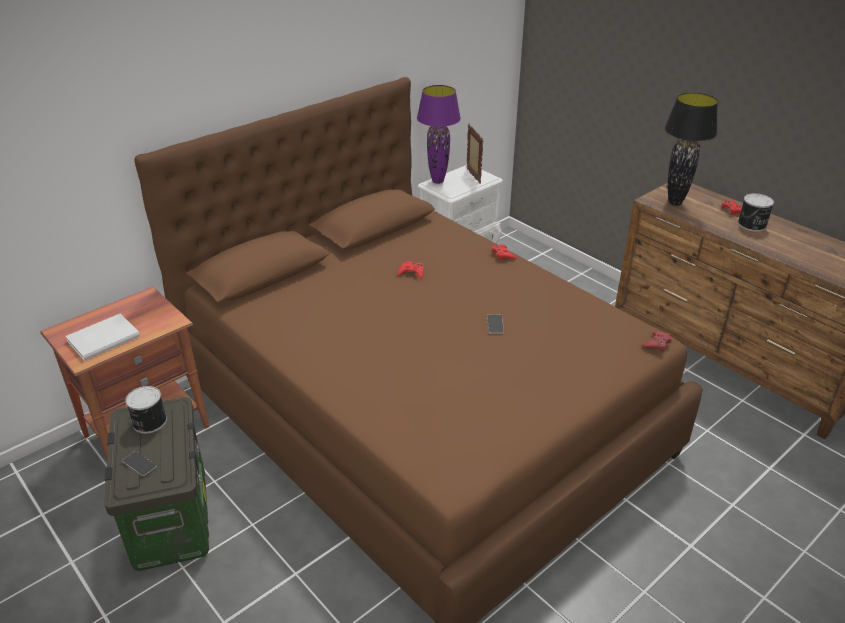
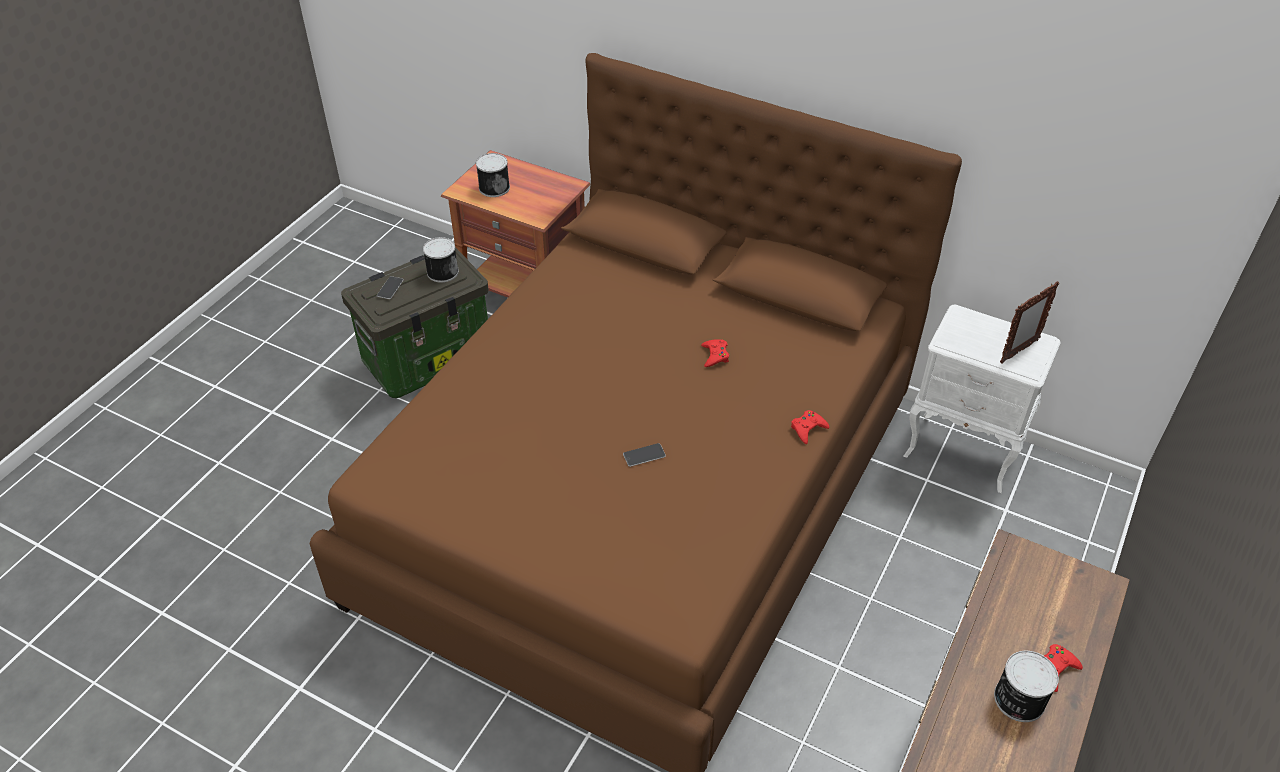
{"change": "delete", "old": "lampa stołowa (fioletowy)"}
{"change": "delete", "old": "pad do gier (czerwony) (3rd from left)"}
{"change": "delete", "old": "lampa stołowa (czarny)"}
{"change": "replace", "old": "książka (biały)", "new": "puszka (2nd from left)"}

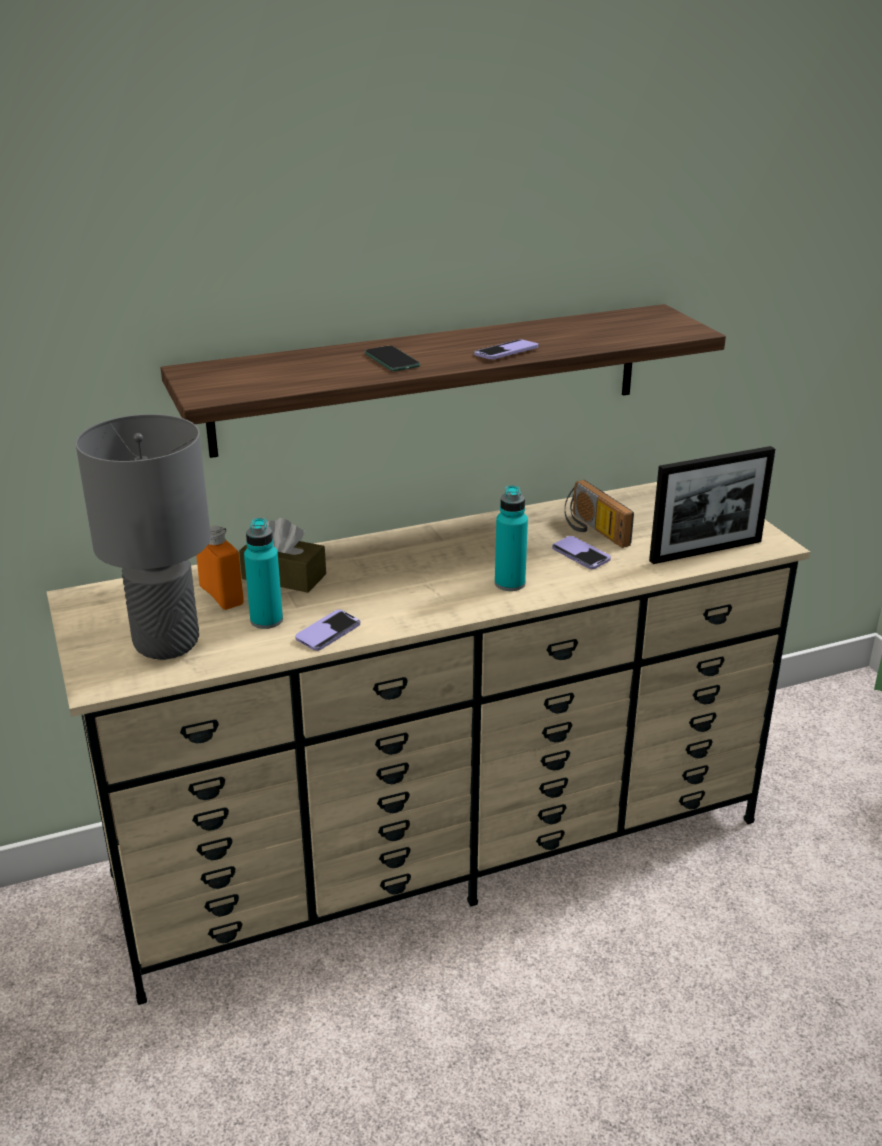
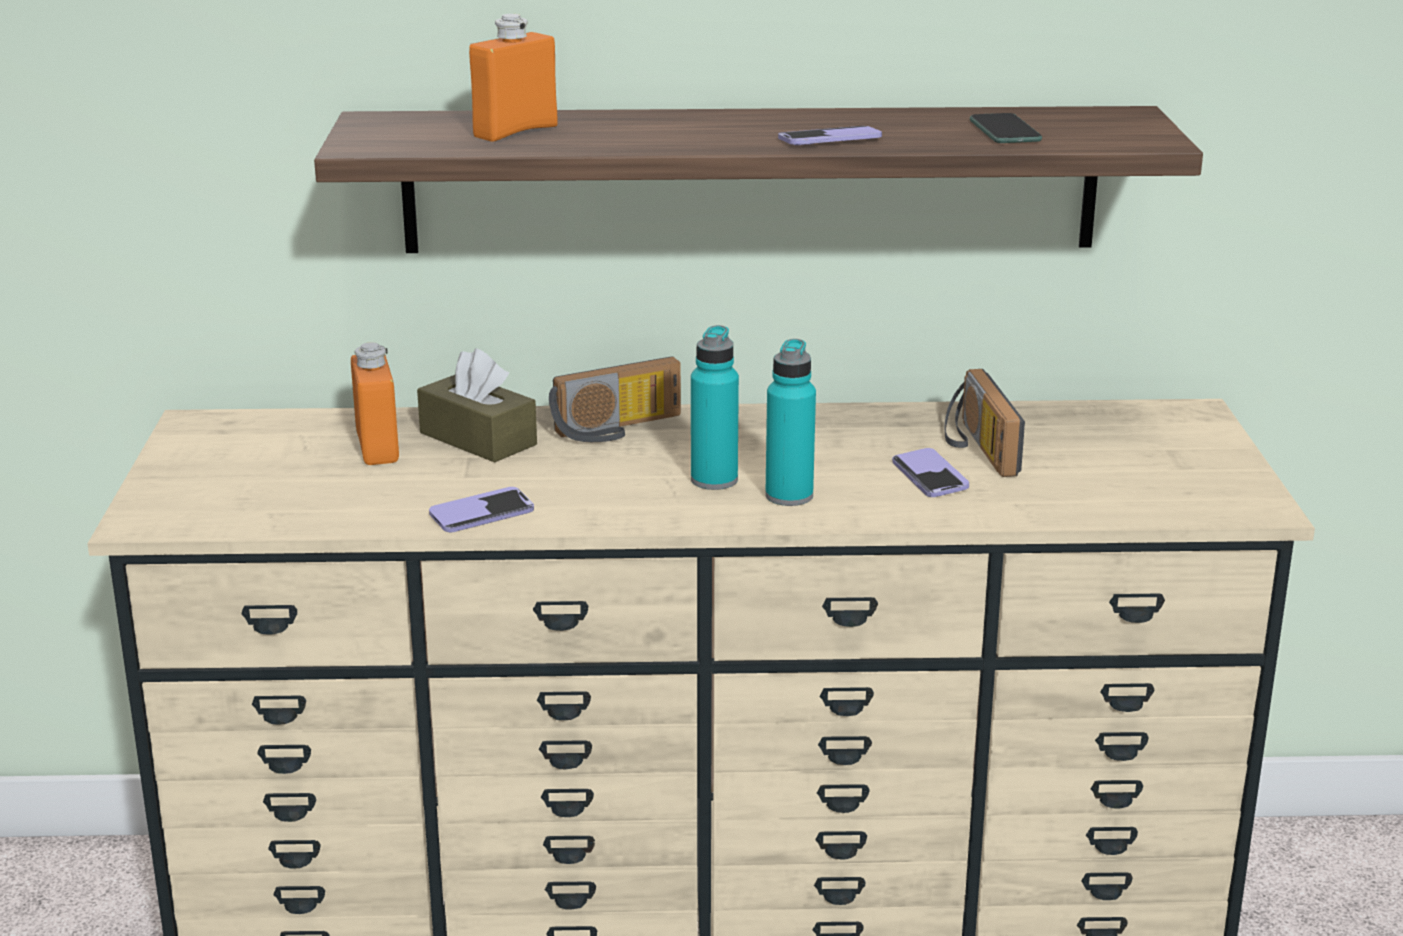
{"change": "delete", "old": "lampa stołowa (szary)"}
{"change": "delete", "old": "ramka na zdjęcie"}
{"change": "insert", "new": "butelka (pomarańczowy) (2nd from left)"}
{"change": "insert", "new": "radio (1st from left)"}
{"change": "move", "old": "butelka (turkusowy) (1st from left)"}
{"change": "move", "old": "telefon (2nd from left in the first image)", "new": "telefon (4th from left)"}

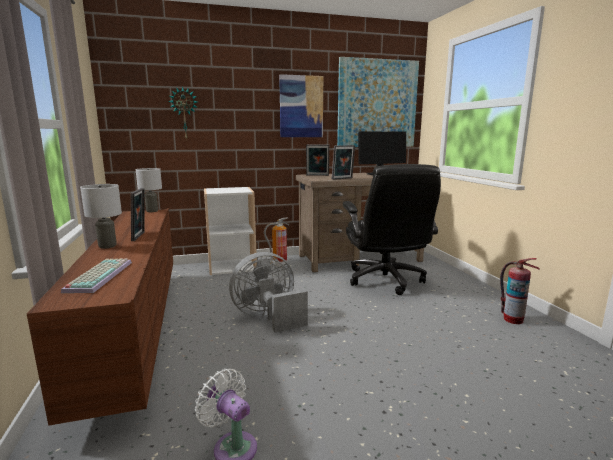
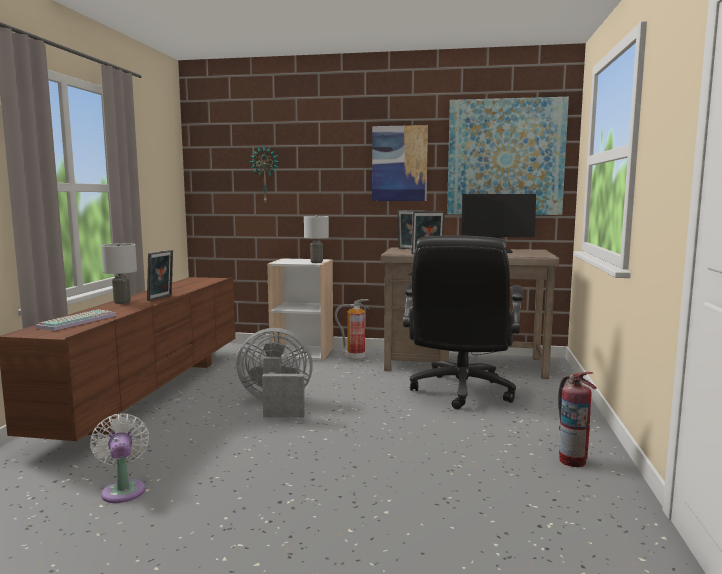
{"change": "move", "old": "lampa stołowa (biały) (2nd from left)"}

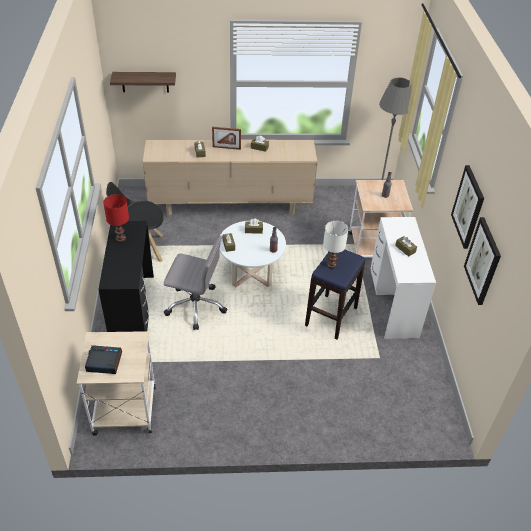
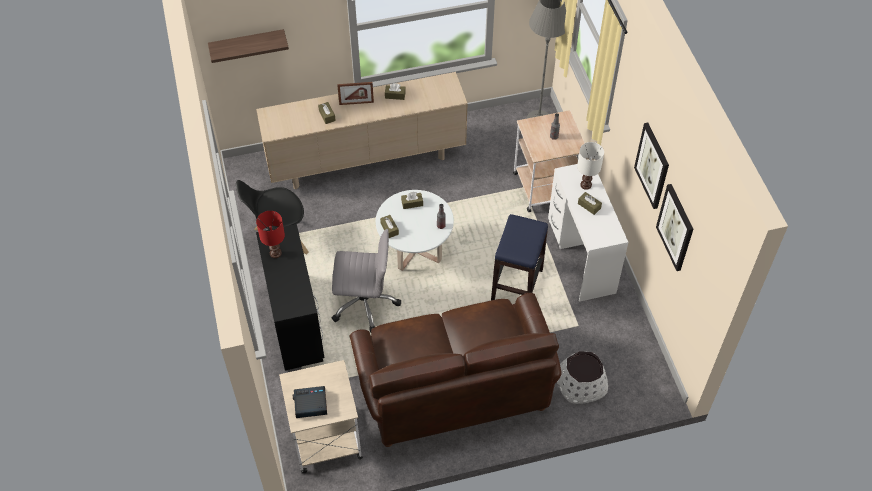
{"change": "insert", "new": "kanapa (brązowy)"}
{"change": "insert", "new": "donica (biały)"}
{"change": "move", "old": "lampa stołowa (biały)"}

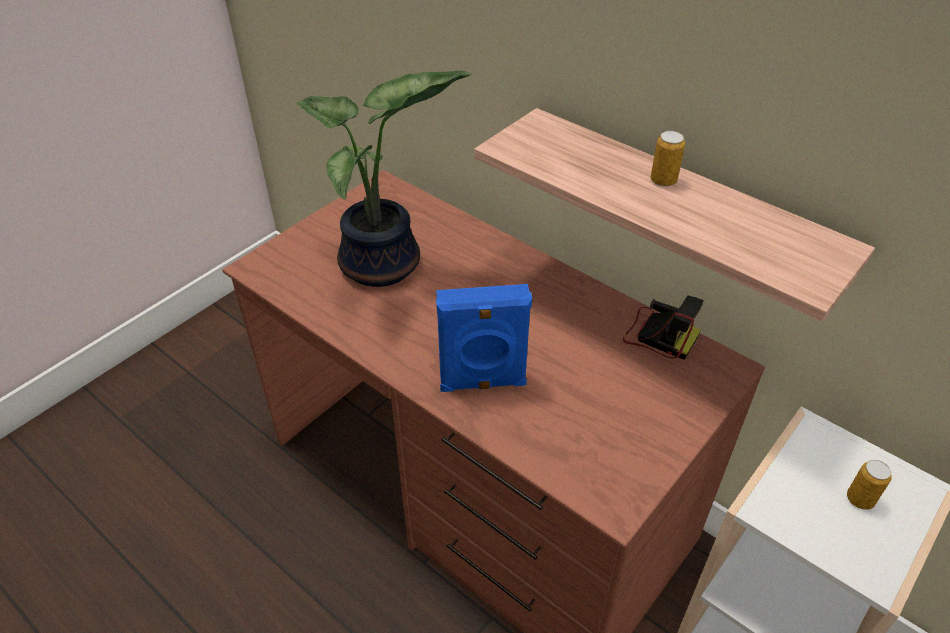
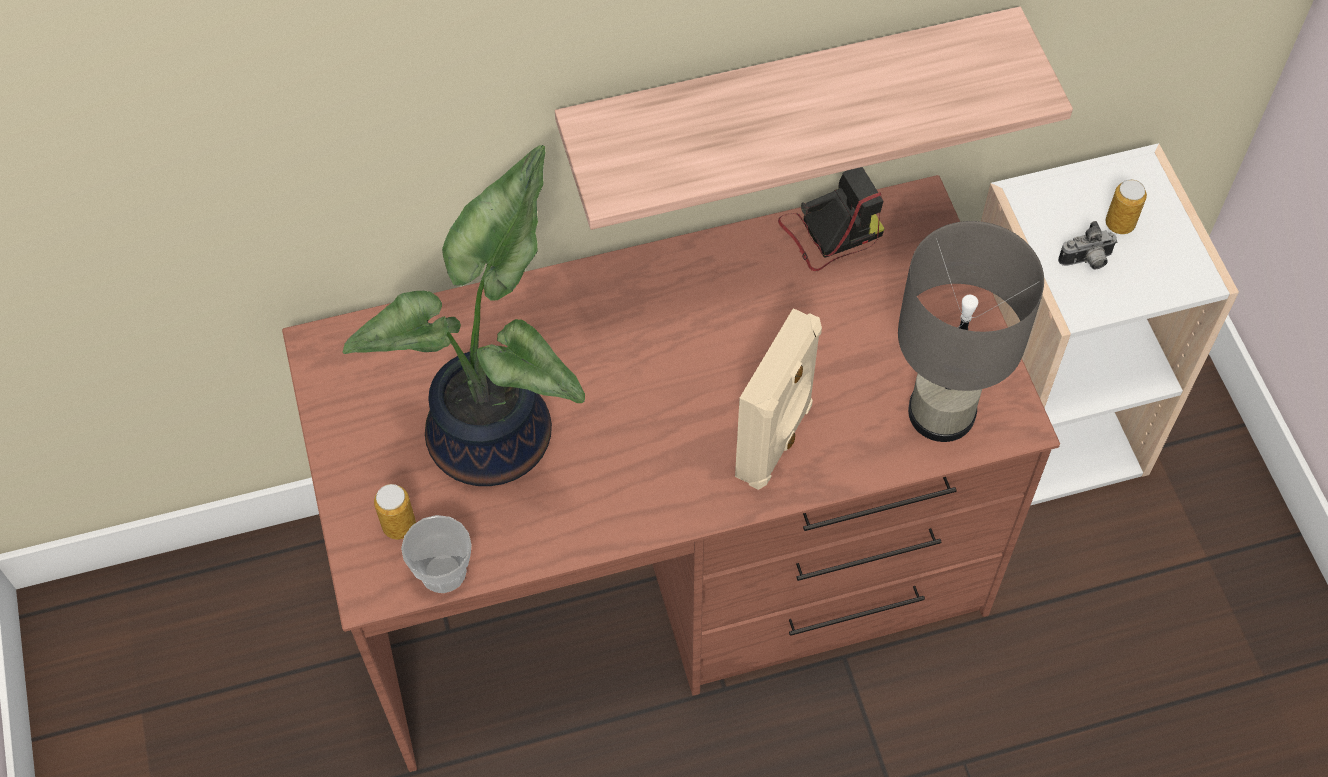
{"change": "insert", "new": "filiżanka"}
{"change": "insert", "new": "lampa stołowa (szary)"}
{"change": "insert", "new": "aparat fotograficzny (2nd from left)"}
{"change": "move", "old": "puszka (1st from left)"}
{"change": "recolor", "old": "głośnik (niebieski)", "new": "głośnik (beżowy)"}

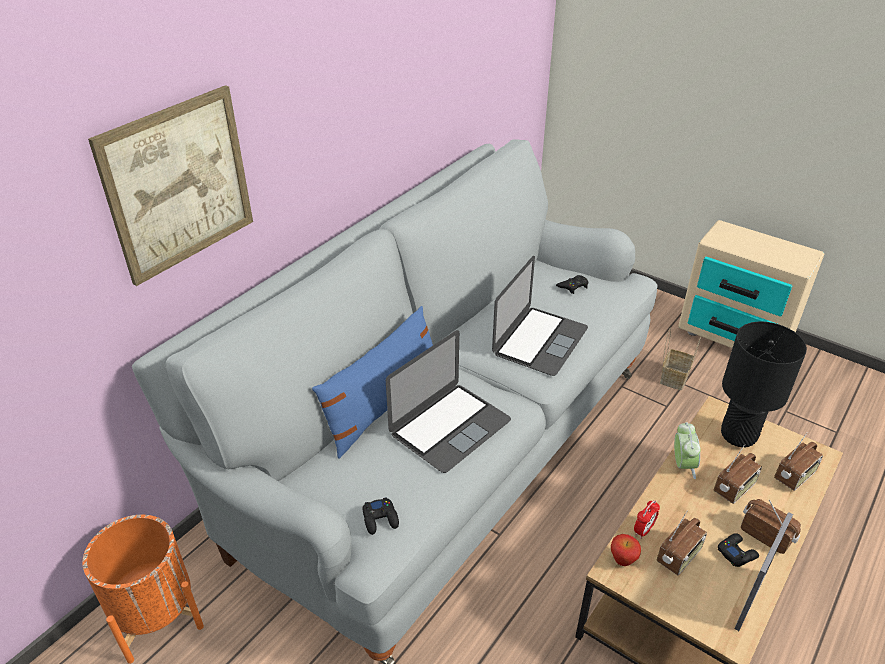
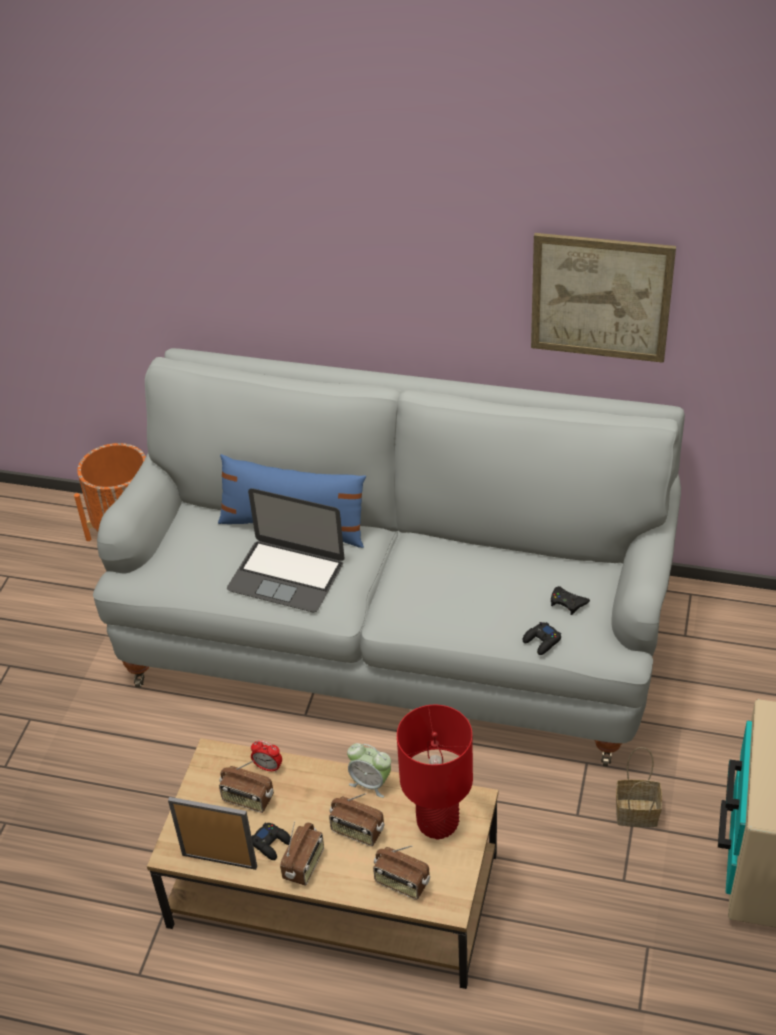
{"change": "delete", "old": "laptop (2nd from left)"}
{"change": "delete", "old": "jabłko"}
{"change": "move", "old": "obraz"}
{"change": "move", "old": "pad do gier (czarny) (1st from left in the first image)", "new": "pad do gier (czarny) (2nd from left)"}
{"change": "recolor", "old": "lampa stołowa (czarny)", "new": "lampa stołowa (czerwony)"}
{"change": "rotate", "old": "budzik (2nd from left)", "degrees": 45}

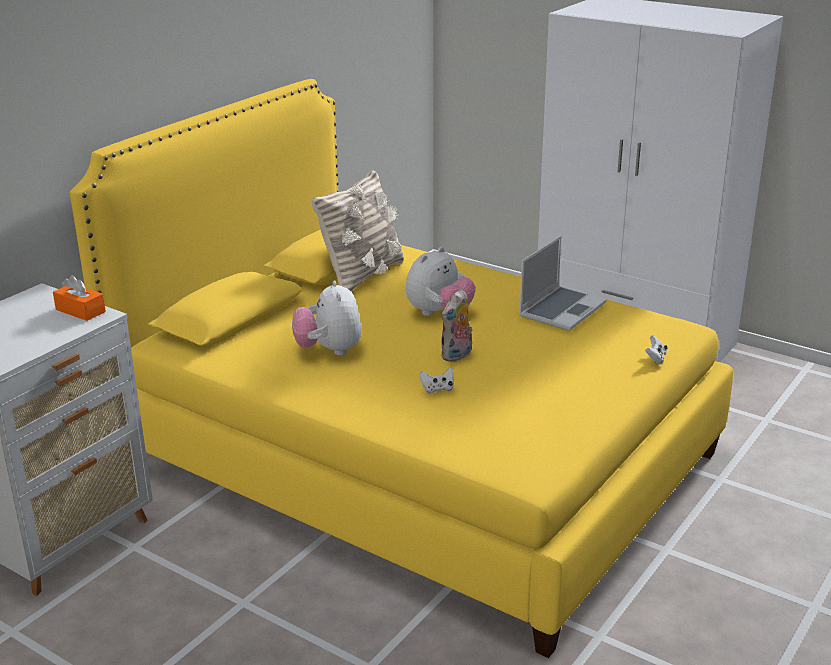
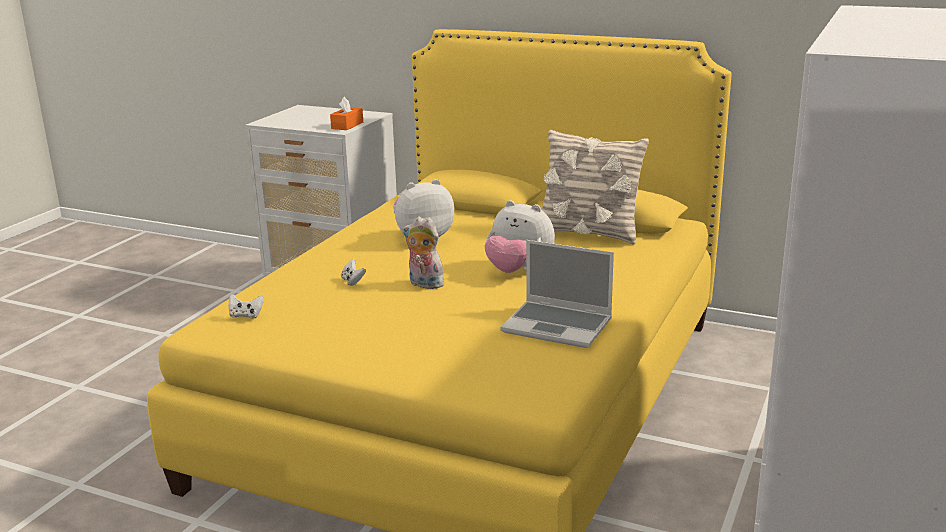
{"change": "move", "old": "pad do gier (biały) (2nd from left in the first image)", "new": "pad do gier (biały) (1st from left)"}

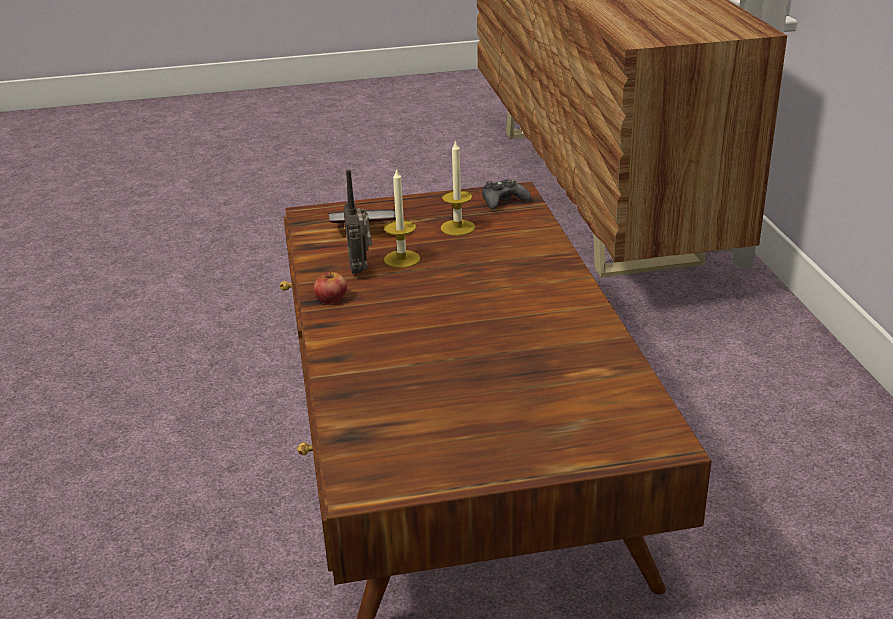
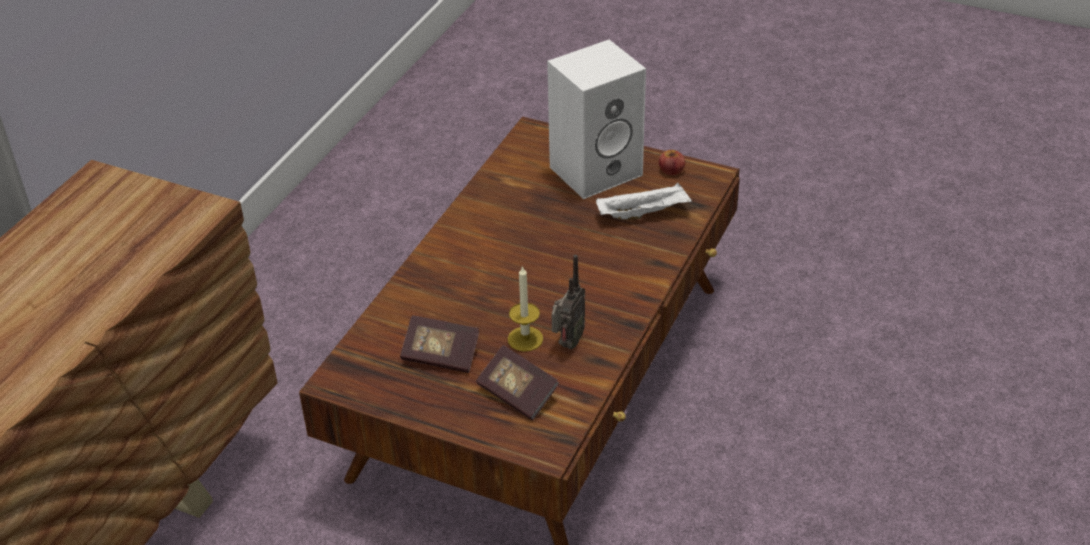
{"change": "delete", "old": "pad do gier (czarny)"}
{"change": "insert", "new": "głośnik (biały)"}
{"change": "insert", "new": "taca (biały)"}
{"change": "move", "old": "jabłko"}
{"change": "replace", "old": "świeca (2nd from left)", "new": "książka (1st from left)"}

